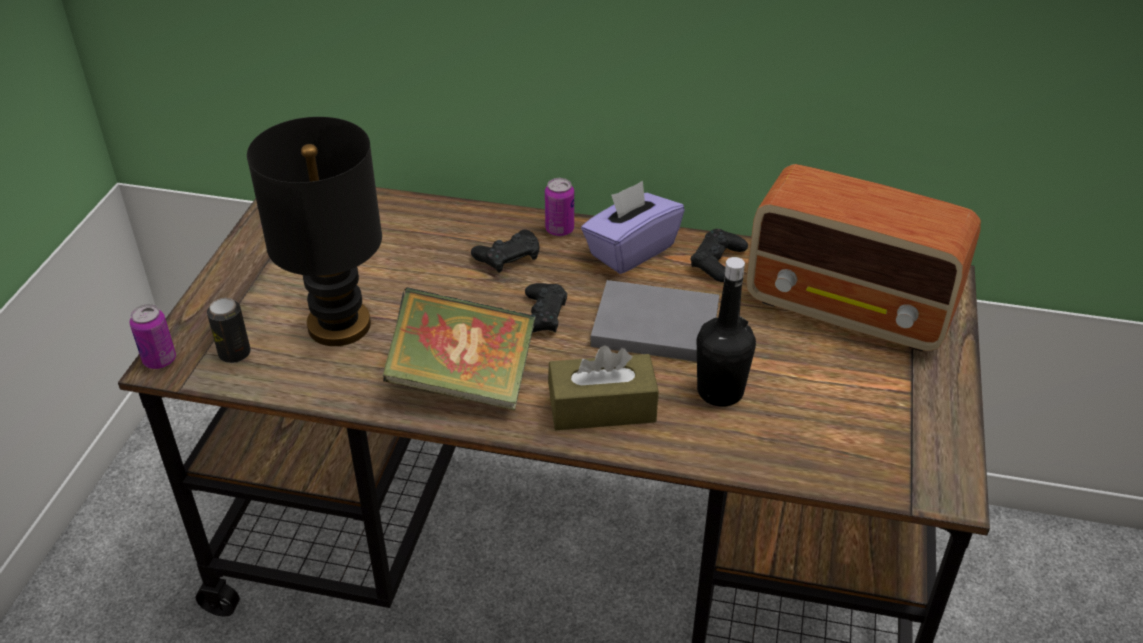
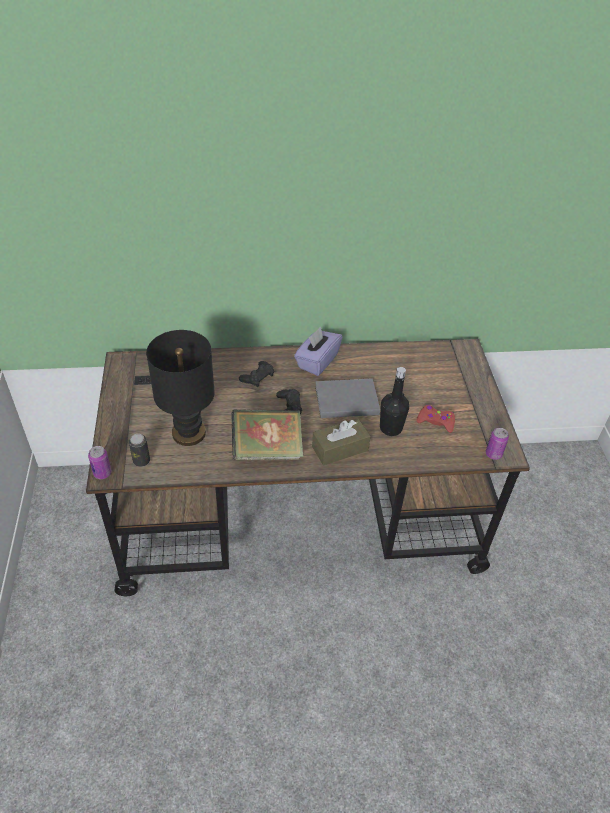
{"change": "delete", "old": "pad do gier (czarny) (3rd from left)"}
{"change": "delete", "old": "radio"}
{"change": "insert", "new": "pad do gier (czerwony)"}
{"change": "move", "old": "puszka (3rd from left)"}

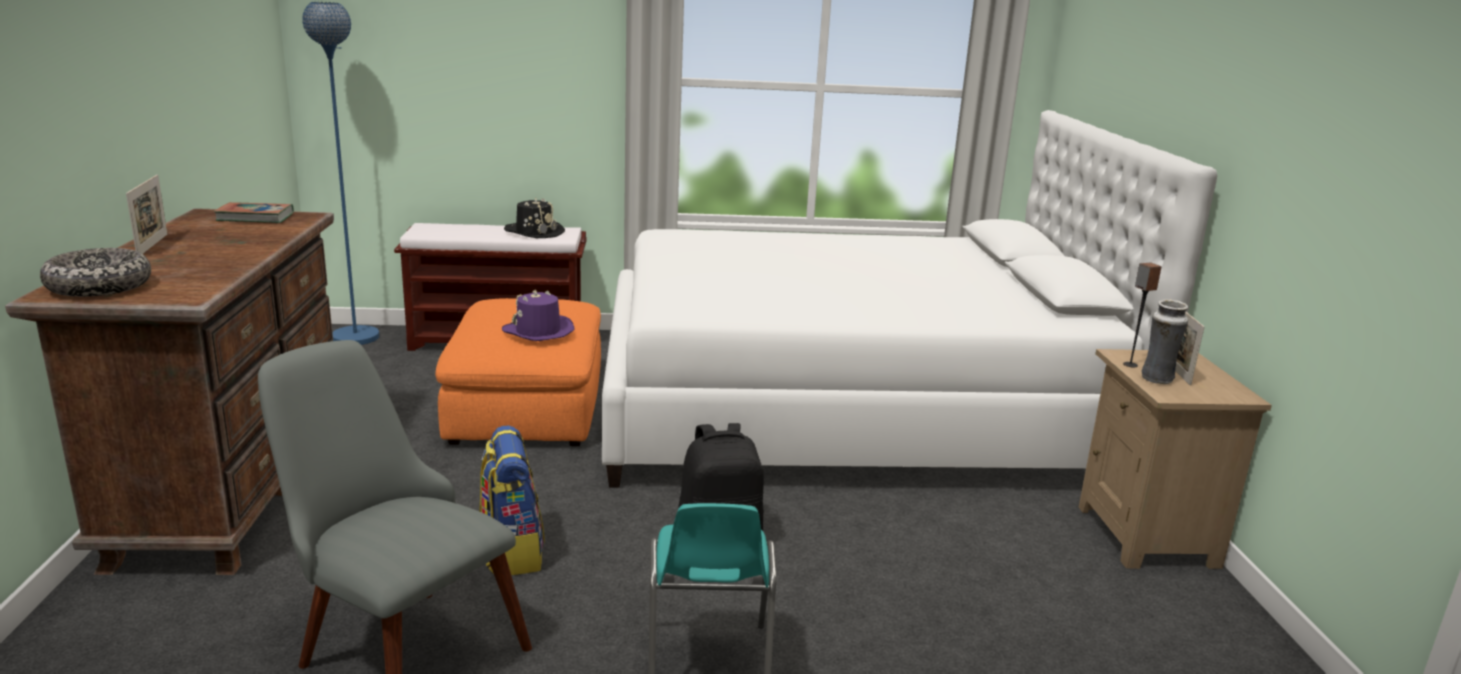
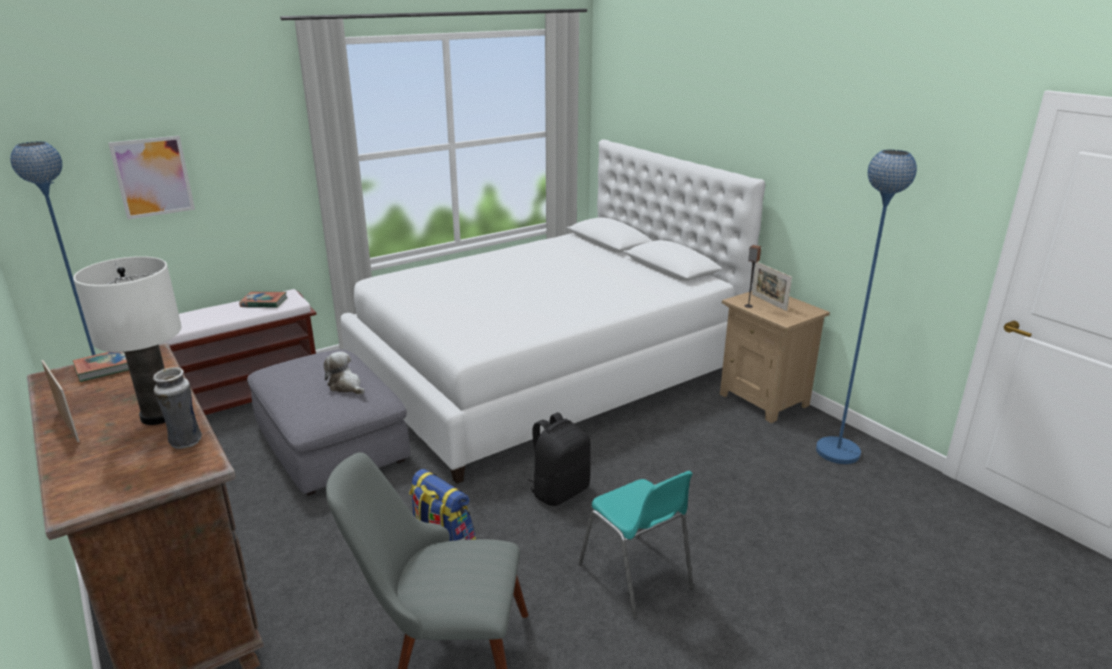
{"change": "delete", "old": "miska"}
{"change": "insert", "new": "lampa stołowa (biały)"}
{"change": "insert", "new": "obraz"}
{"change": "insert", "new": "lampa stojąca (niebieski) (2nd from left)"}
{"change": "move", "old": "wazon"}
{"change": "replace", "old": "kapelusz (fioletowy)", "new": "pluszak"}
{"change": "replace", "old": "kapelusz (czarny)", "new": "książka (2nd from left)"}
{"change": "recolor", "old": "pufa (pomarańczowy)", "new": "pufa (szary)"}

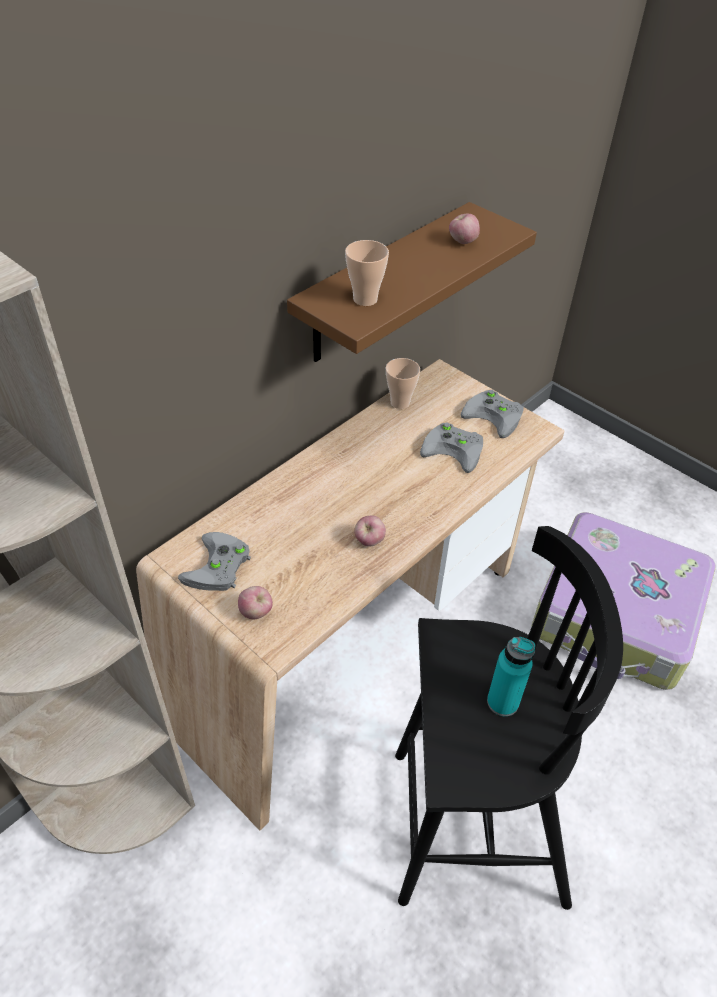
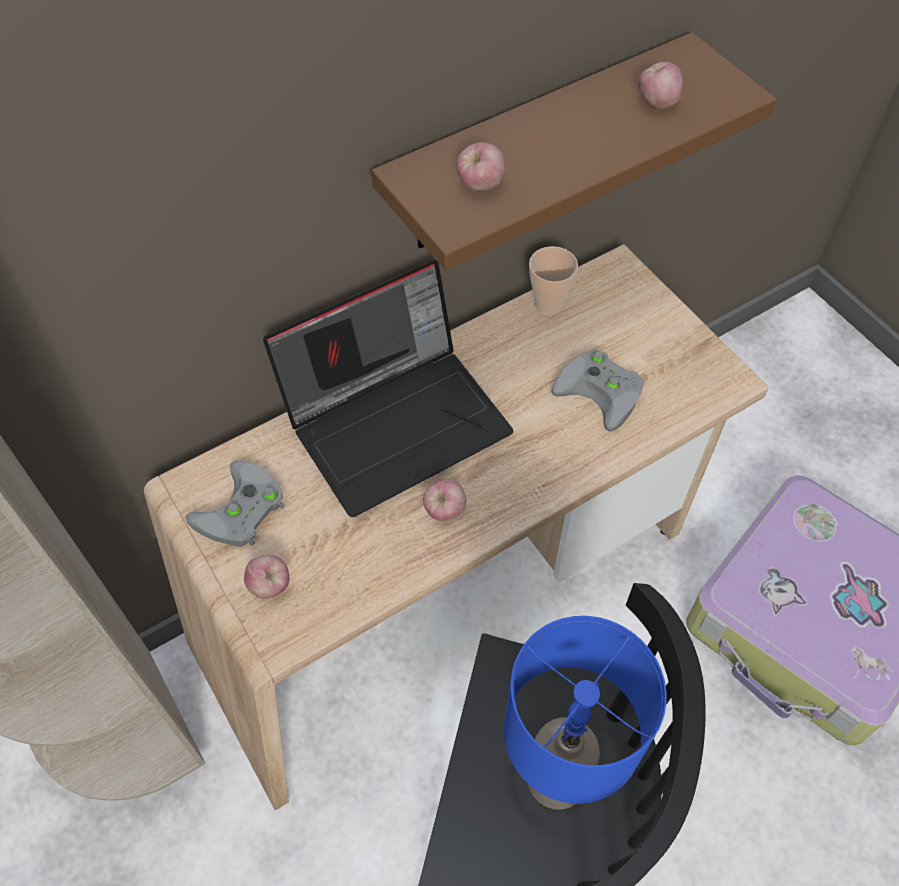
{"change": "delete", "old": "pad do gier (szary) (3rd from left)"}
{"change": "insert", "new": "laptop"}
{"change": "replace", "old": "filiżanka (1st from left)", "new": "jabłko (3rd from left)"}
{"change": "replace", "old": "butelka (turkusowy)", "new": "lampa stołowa (niebieski)"}

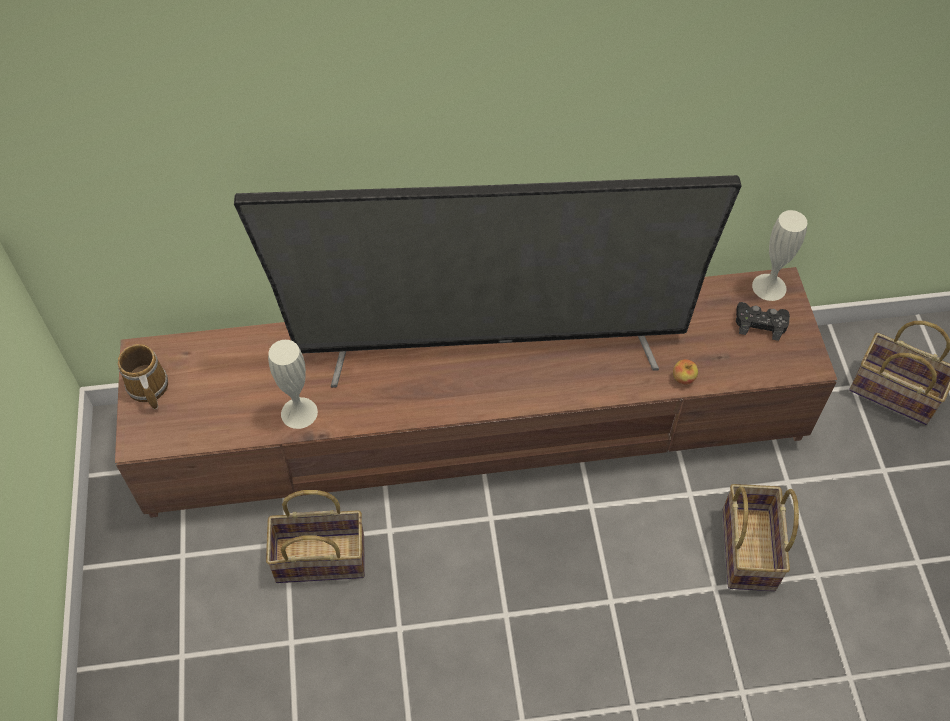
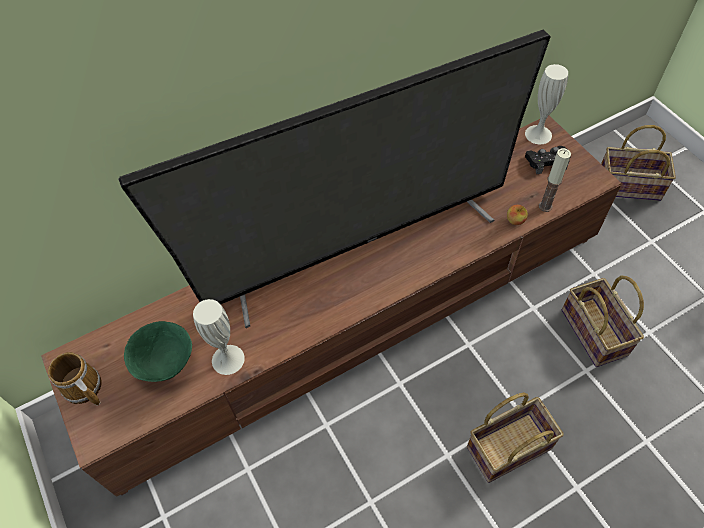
{"change": "insert", "new": "miska (zielony)"}
{"change": "insert", "new": "świeca"}
{"change": "move", "old": "koszyk (1st from left)"}

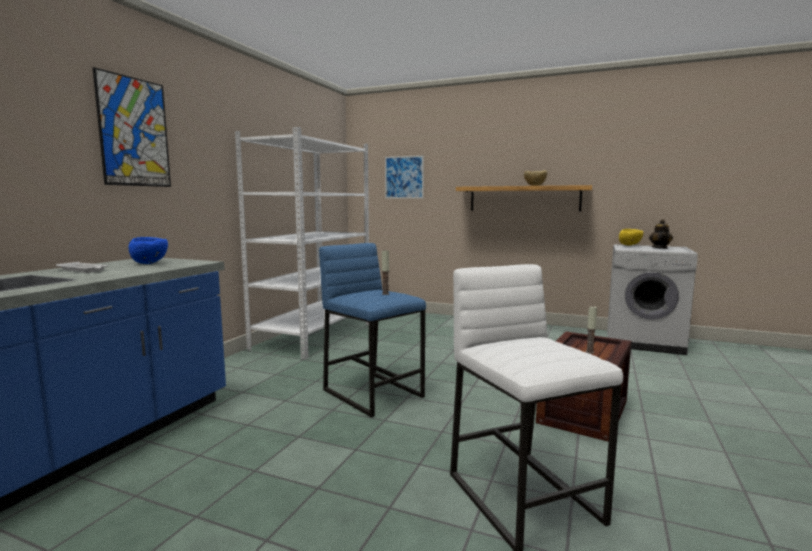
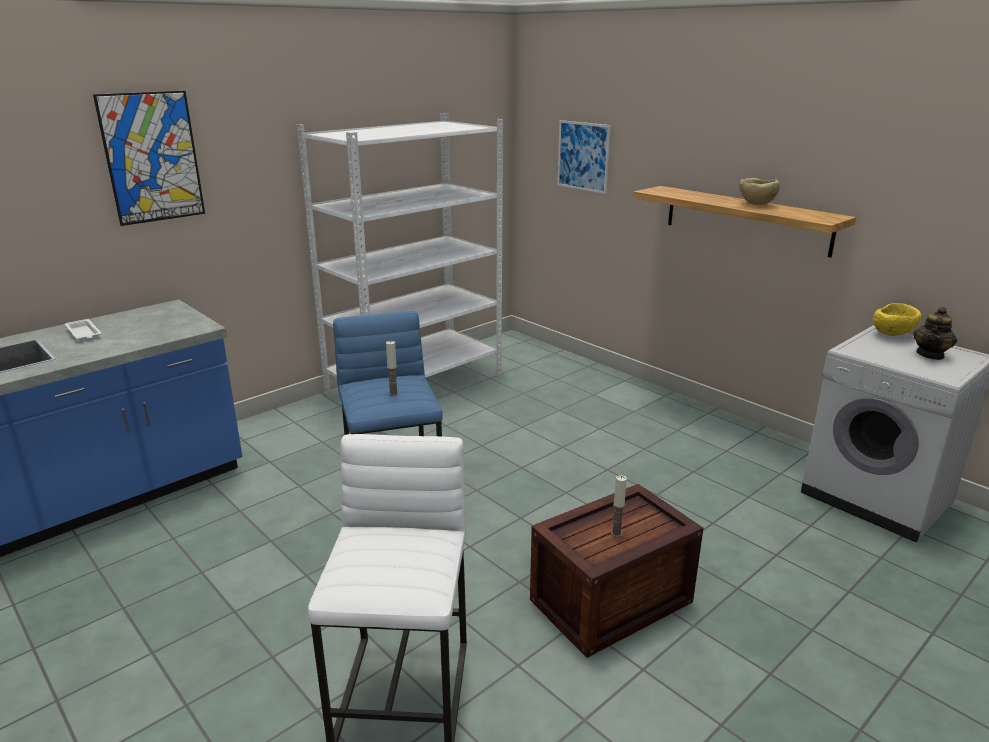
{"change": "delete", "old": "miska (niebieski)"}

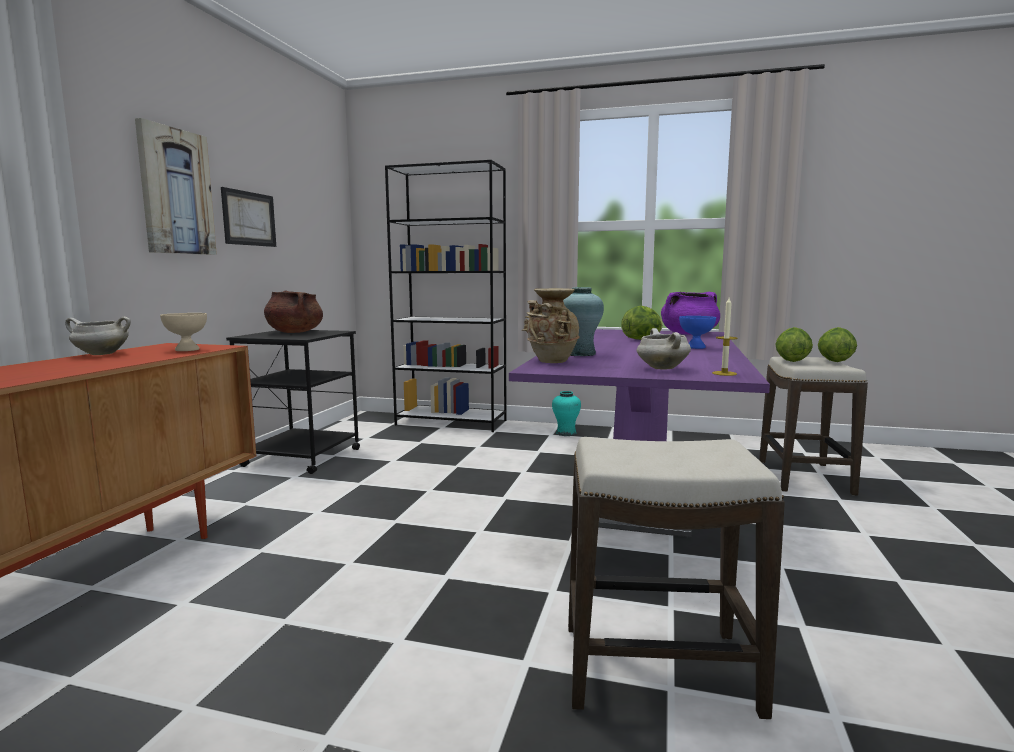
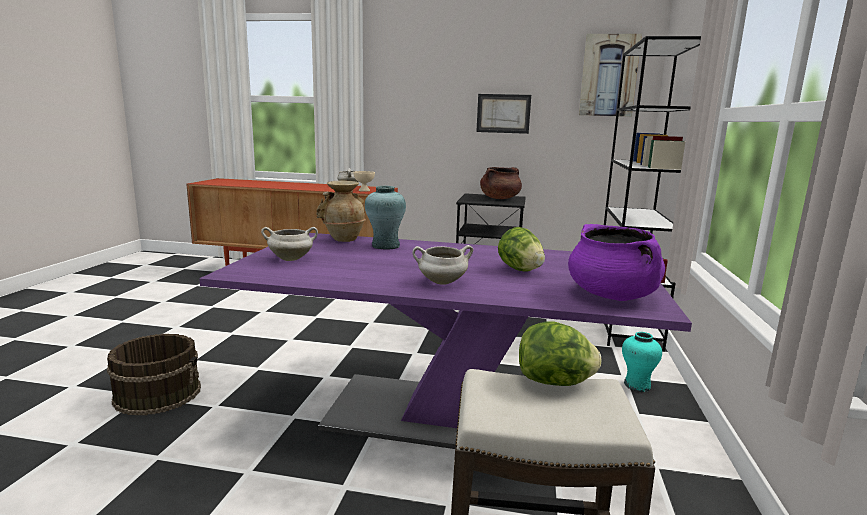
{"change": "delete", "old": "świeca"}
{"change": "delete", "old": "sałata (3rd from left)"}
{"change": "move", "old": "obraz (1st from left in the first image)", "new": "obraz (2nd from left)"}
{"change": "replace", "old": "stołek (1st from left)", "new": "wiadro (brązowy)"}
{"change": "replace", "old": "miska (niebieski)", "new": "garnek (biały) (3rd from left)"}

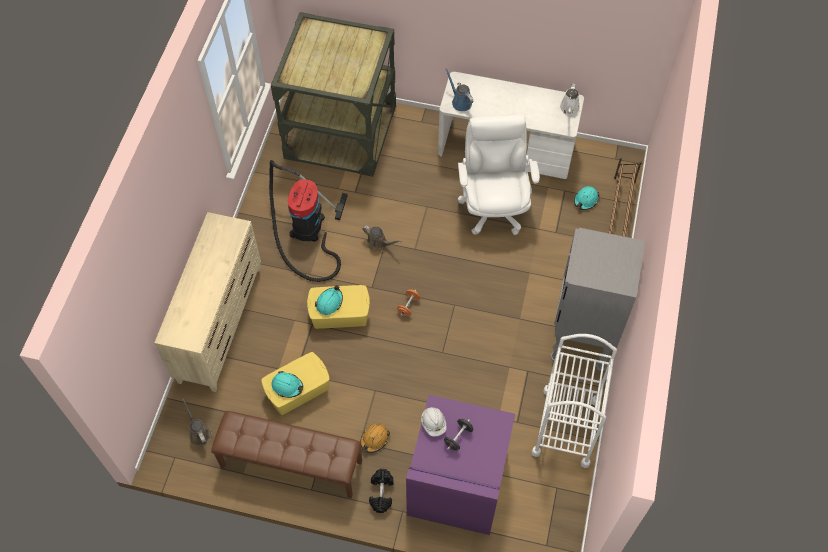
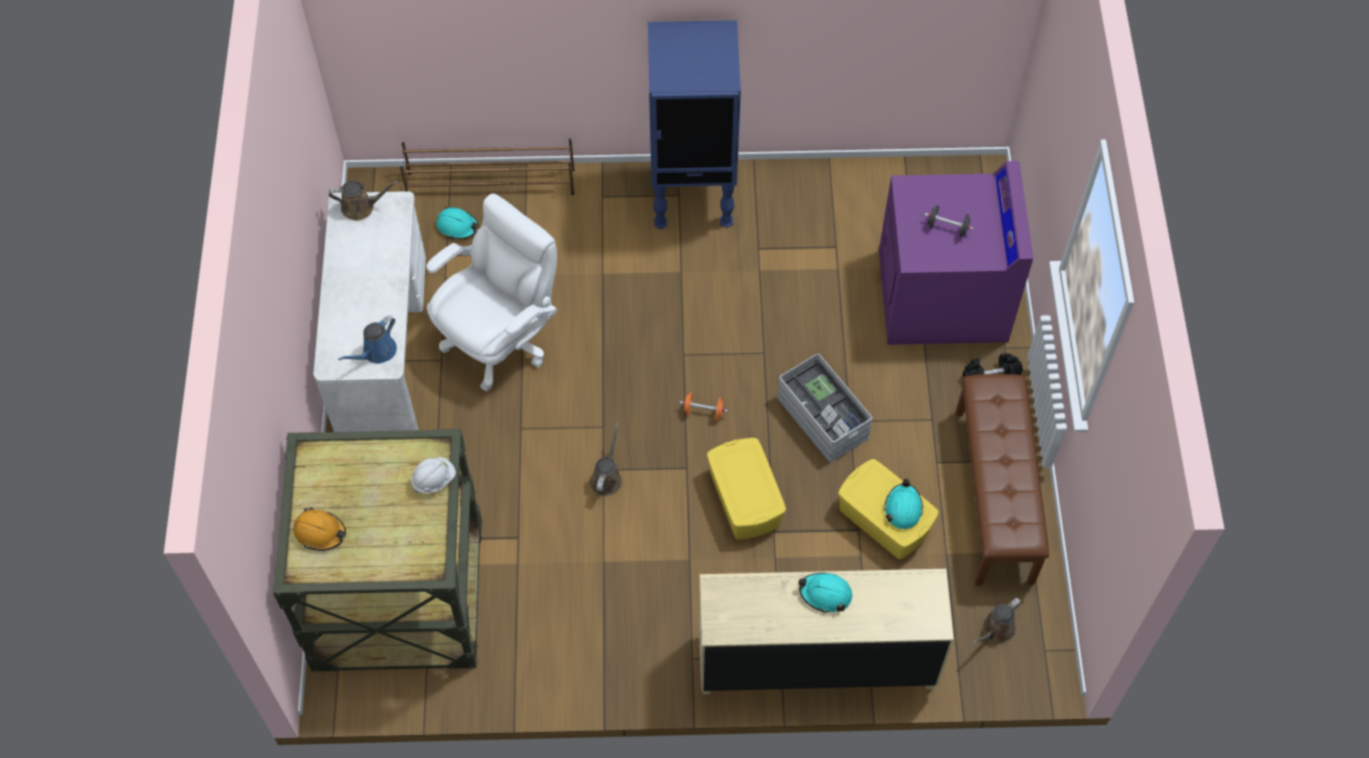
{"change": "delete", "old": "odkurzacz"}
{"change": "delete", "old": "wózek (biały)"}
{"change": "insert", "new": "pojemnik do przechowywania (szary)"}
{"change": "move", "old": "kask (turkusowy) (2nd from left)"}
{"change": "move", "old": "kask (pomarańczowy)"}
{"change": "move", "old": "kask (biały)"}
{"change": "recolor", "old": "szafka (szary)", "new": "szafka (niebieski)"}
{"change": "recolor", "old": "konewka (biały)", "new": "konewka (brązowy) (1st from left)"}
{"change": "rotate", "old": "krzesło biurowe (biały)", "degrees": 150}

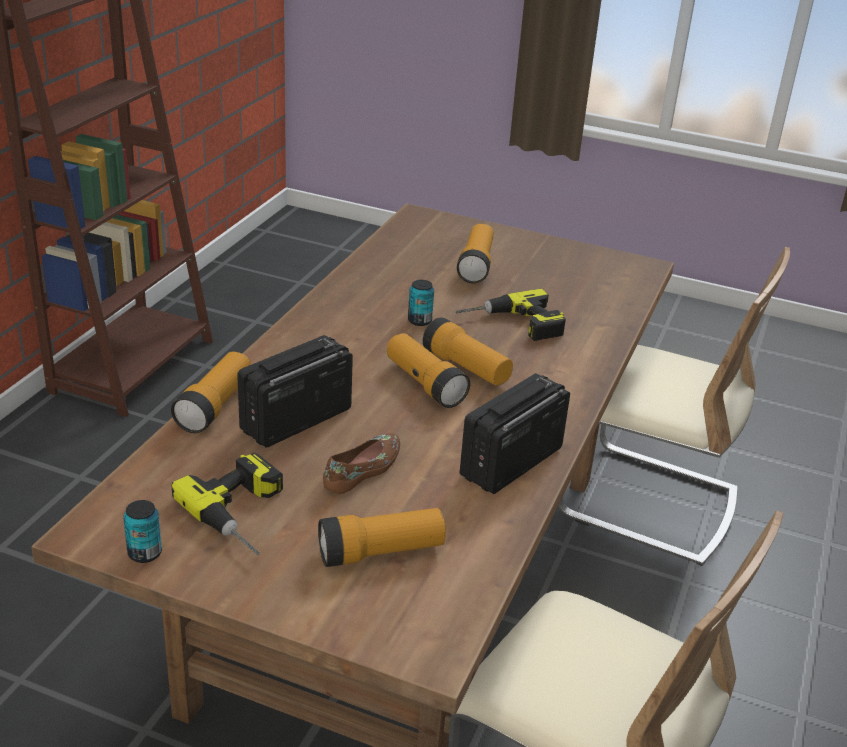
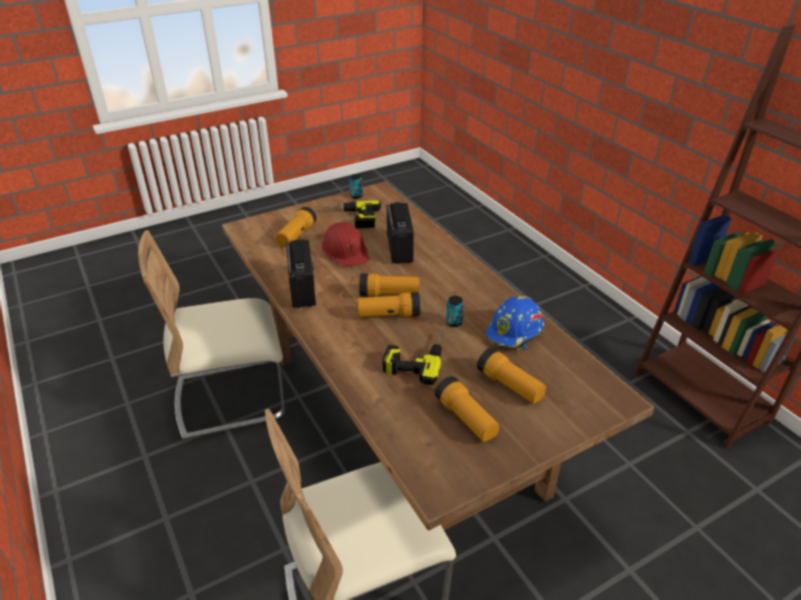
{"change": "insert", "new": "kask (niebieski)"}
{"change": "move", "old": "latarka (1st from left in the first image)", "new": "latarka (4th from left)"}
{"change": "replace", "old": "but (brązowy)", "new": "kask (czerwony)"}

